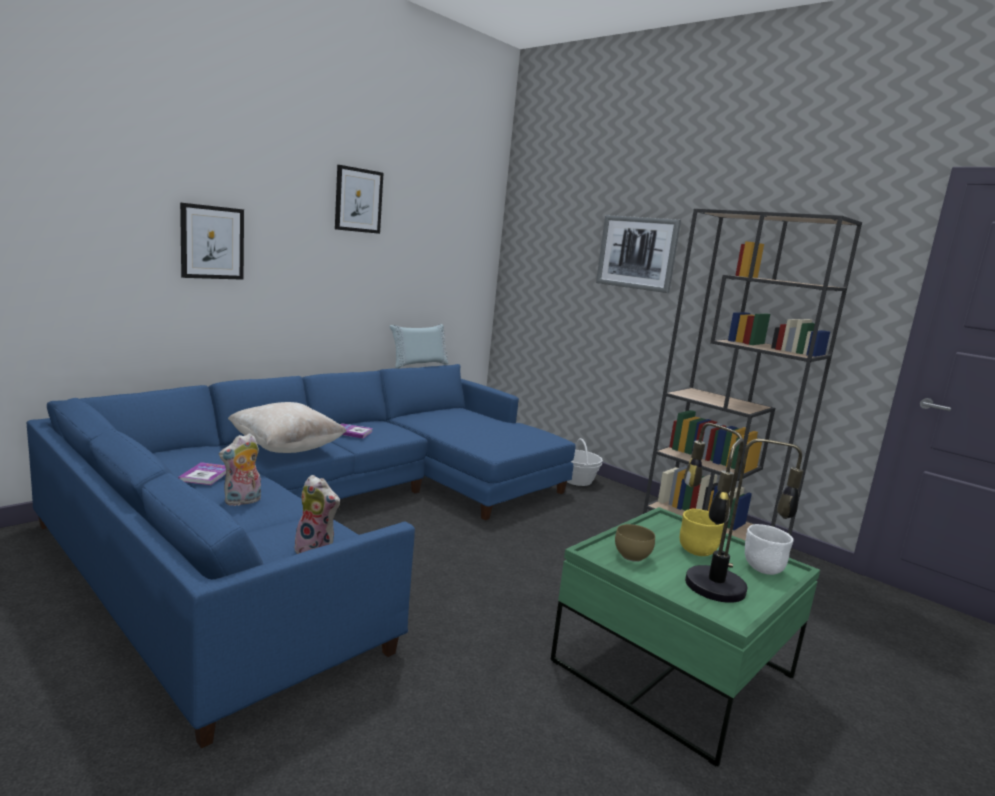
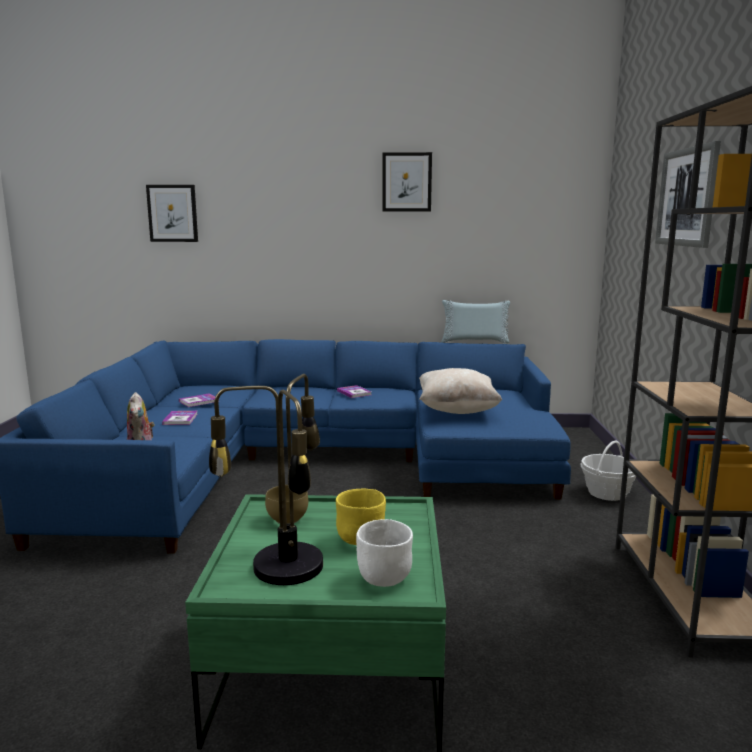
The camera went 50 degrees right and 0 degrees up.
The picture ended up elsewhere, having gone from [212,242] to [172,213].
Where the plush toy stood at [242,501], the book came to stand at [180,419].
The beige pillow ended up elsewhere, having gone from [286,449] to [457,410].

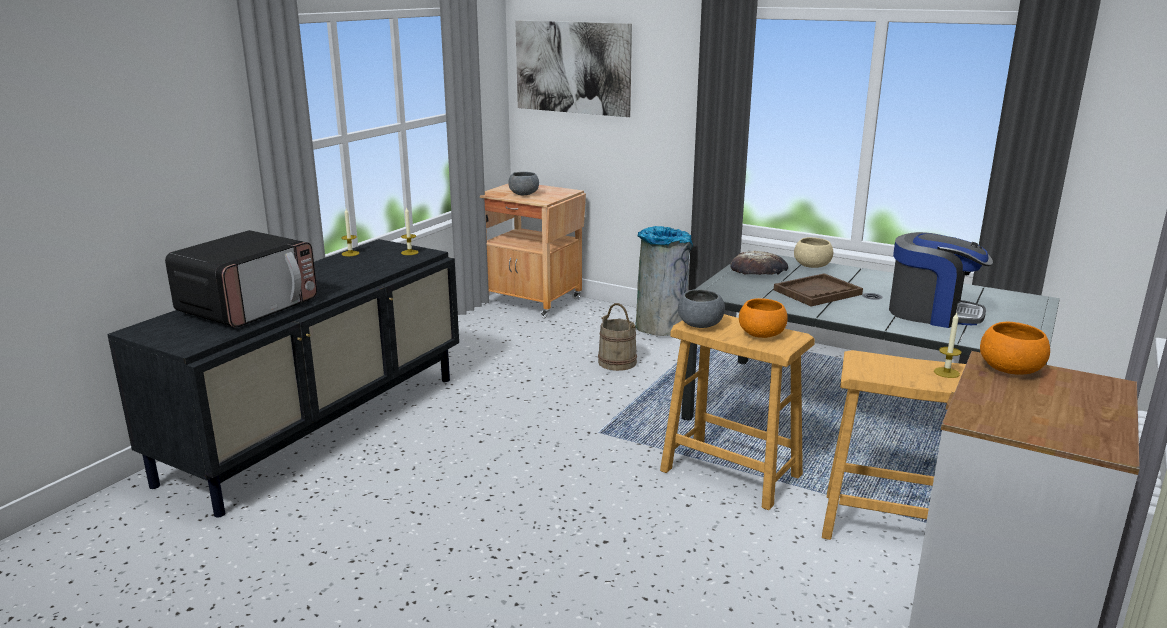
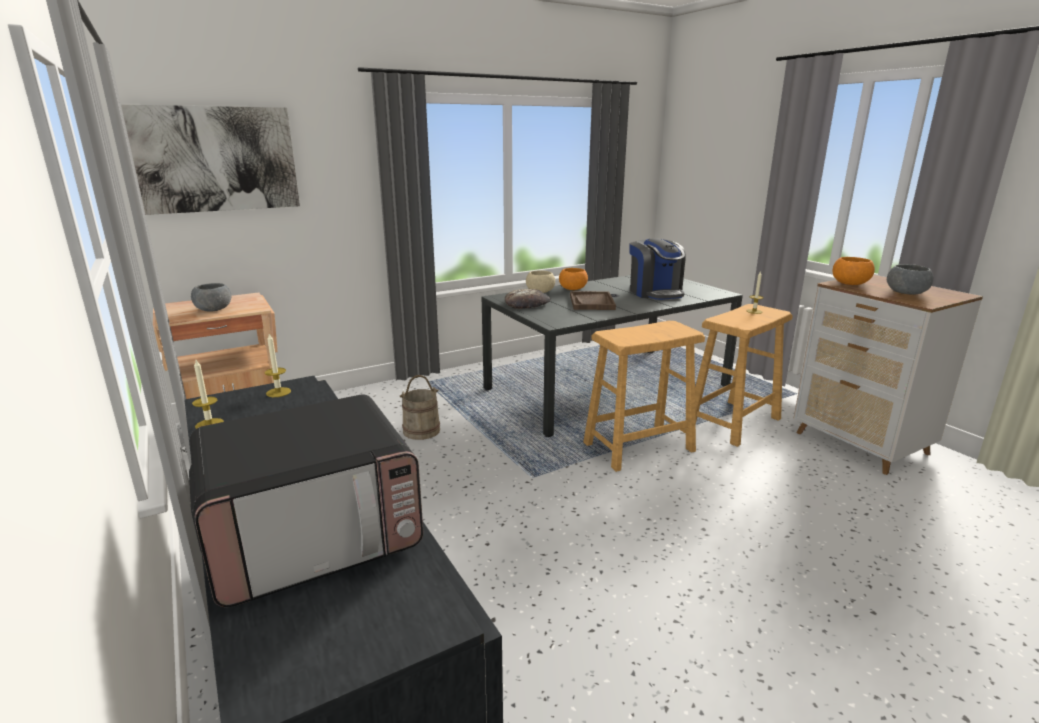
The camera went 60 degrees left and 0 degrees up.
The microwave at [249,307] ended up facing another way, 90 degrees clockwise from before.
The second view lost the grey trash can at [661,327].
The grey bowl ended up elsewhere, having gone from [700,325] to [906,293].
The orange bowl ended up elsewhere, having gone from [761,335] to [573,289].
The coffee machine at [932,313] ended up facing another way, 105 degrees clockwise from before.

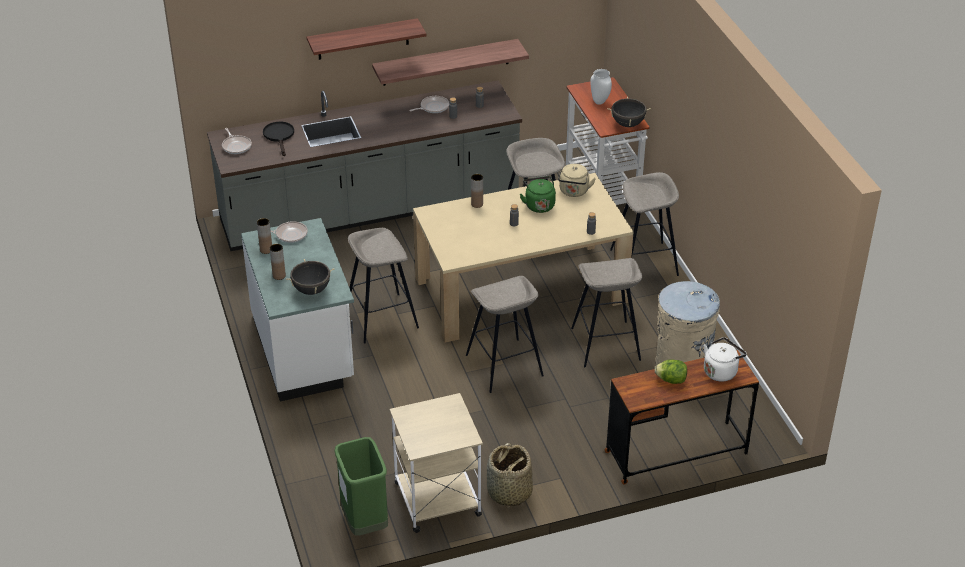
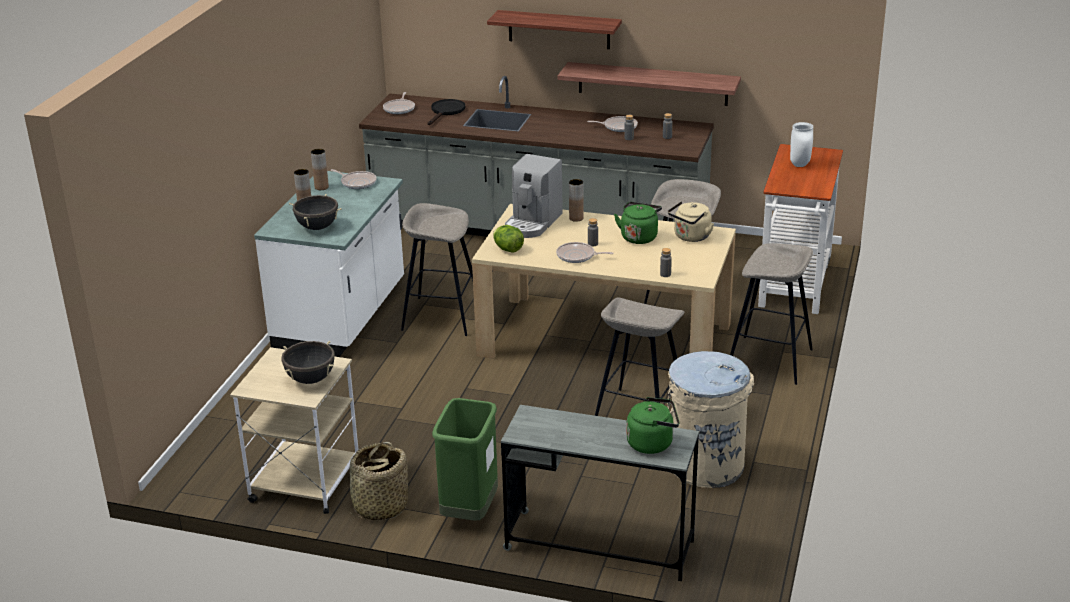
The camera went 35 degrees right and 10 degrees down.
The green trash can ended up elsewhere, having gone from [364,523] to [469,512].
The second view lost the grey stool at [504,365].
What was the brown desk at [676,453] turned into the grey desk at [599,545].
The black cooking pot ended up elsewhere, having gone from [628,124] to [311,379].
The lettuce ended up elsewhere, having gone from [671,380] to [508,249].
What was the white kettle at [721,371] turned into the green kettle at [653,443].
The second view gained the coffee machine at [533,223].
The second view gained the frying pan at [577,256].

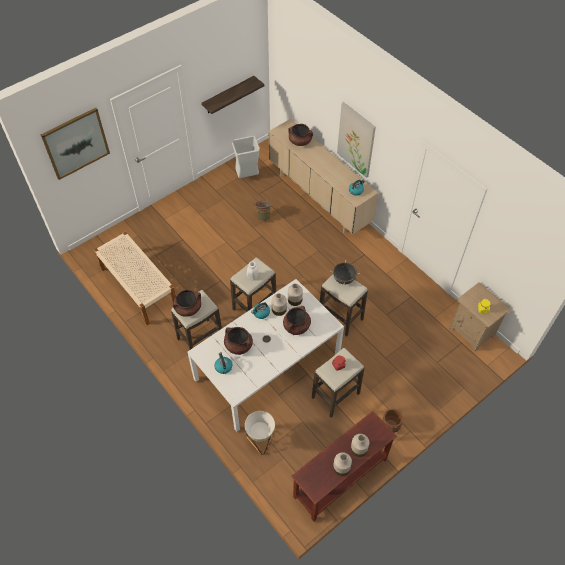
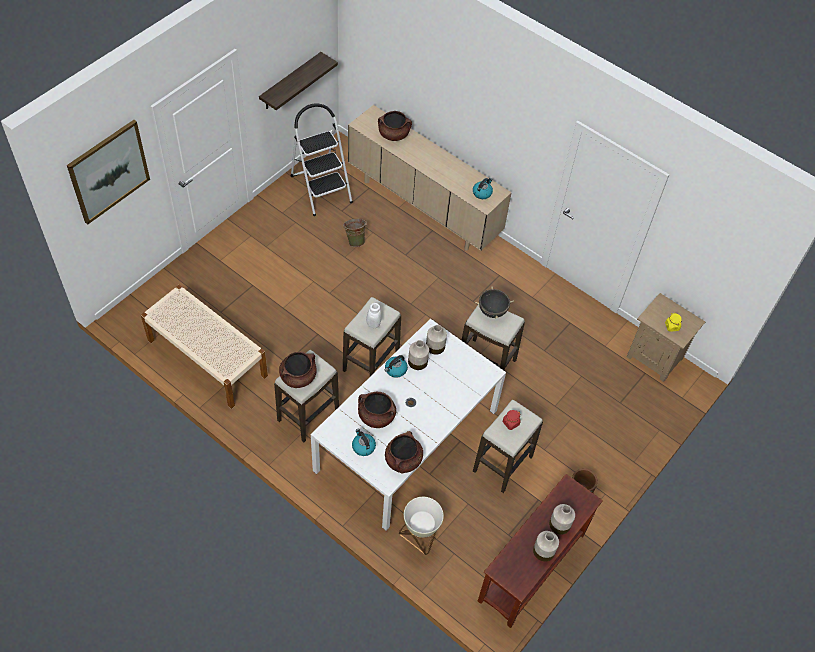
The camera went 15 degrees left and 0 degrees up.
Where the grey trash can stood at [247,176], the step ladder came to stand at [320,188].
The brown cooking pot ended up elsewhere, having gone from [296,326] to [403,460].
The second view lost the picture at [356,140].

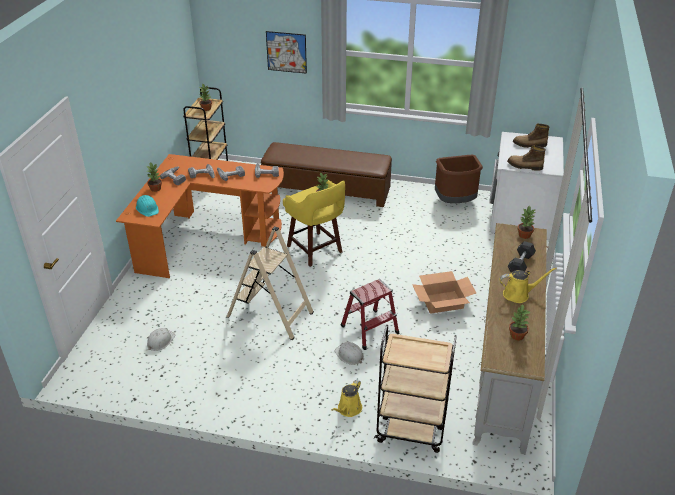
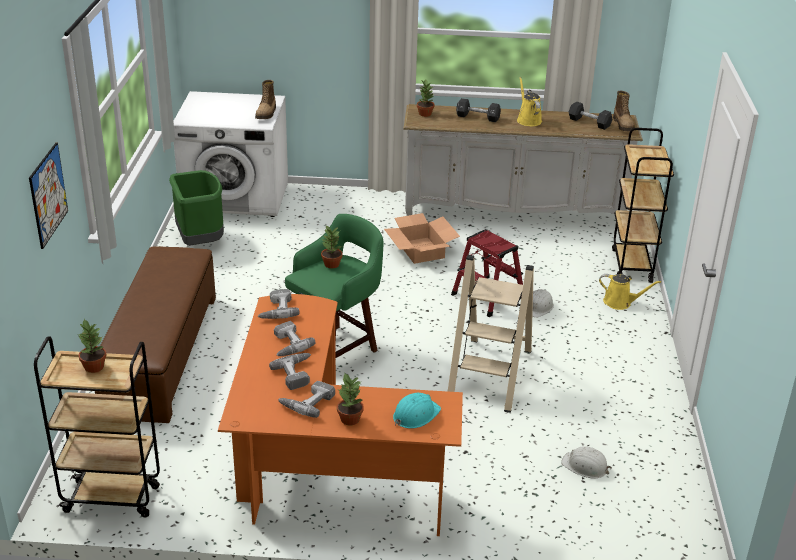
The camera went 100 degrees left and 5 degrees down.
What was the yellow stool at [315,251] turned into the green stool at [337,349].
What was the brown trash can at [455,202] turned into the green trash can at [200,242].
Where the potted plant stood at [517,336], the black dumbbell came to stand at [589,122].
The boot ended up elsewhere, having gone from [529,145] to [623,125].

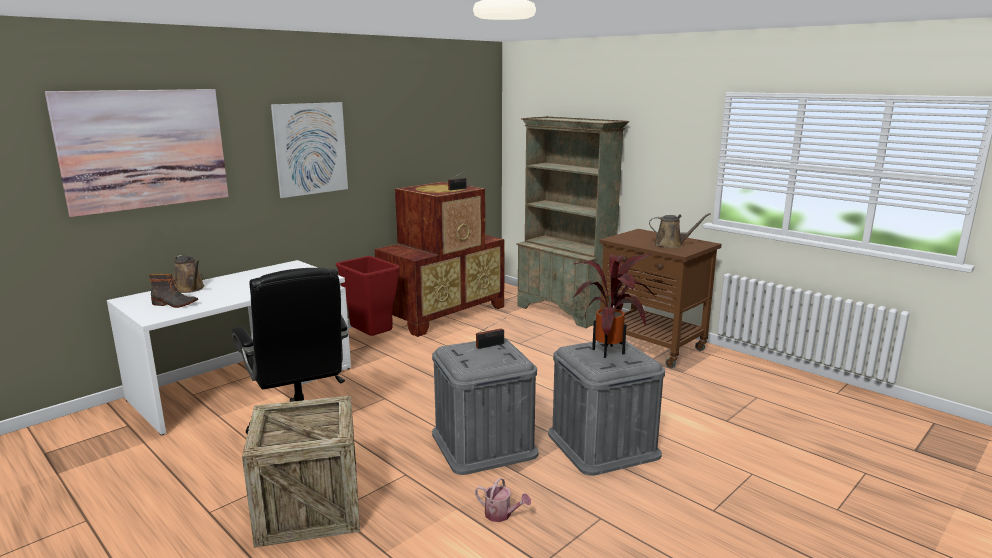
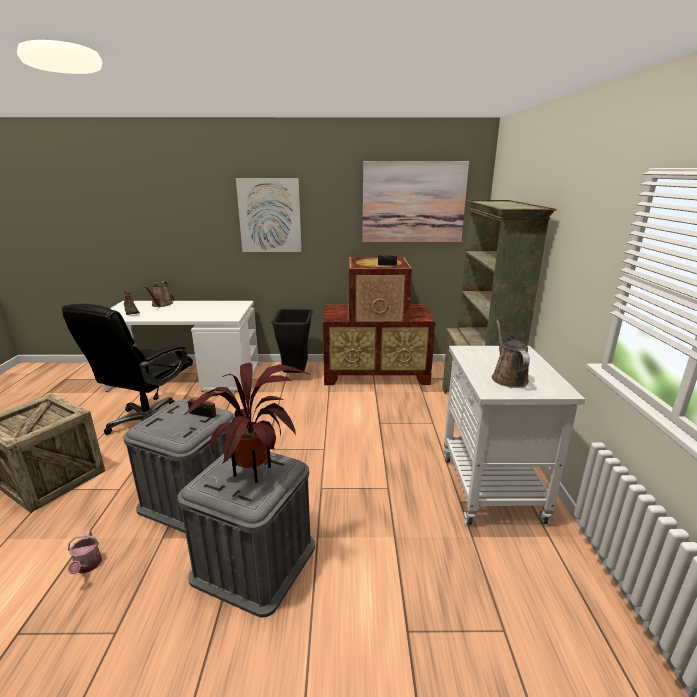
The camera went 45 degrees right and 5 degrees up.
The picture ended up elsewhere, having gone from [145,149] to [413,202].
What was the red trash can at [370,339] turned into the black trash can at [295,375].
What was the brown cart at [652,348] turned into the white cart at [490,490].
The brown watering can at [671,245] ended up facing another way, 150 degrees counterclockwise from before.

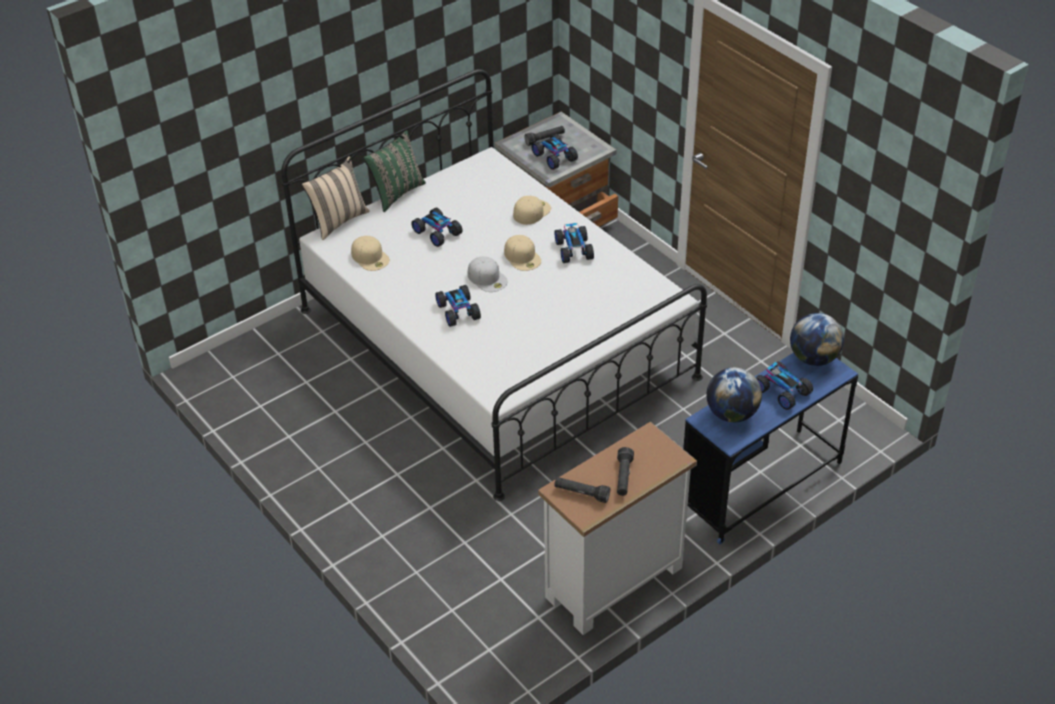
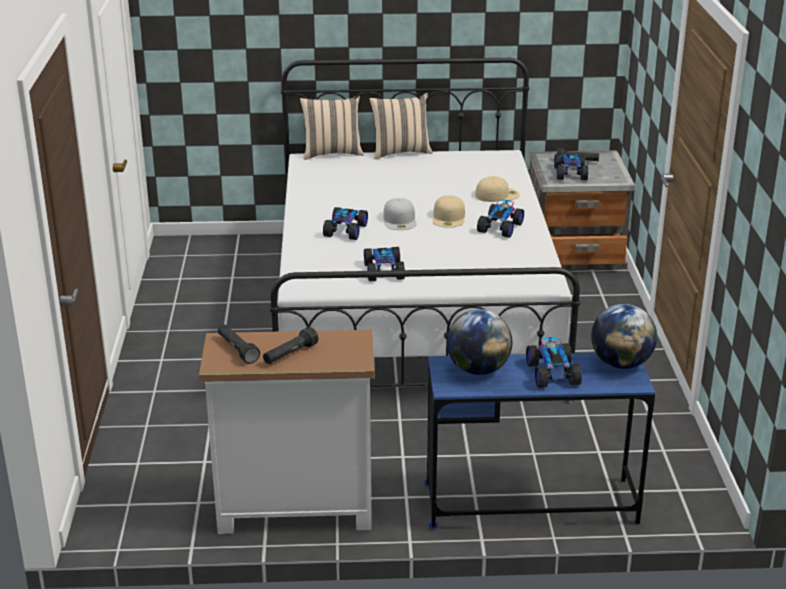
The camera went 35 degrees right and 15 degrees down.
The second view lost the beige cap at [370,257].
What was the green pillow at [396,193] turned into the beige pillow at [400,152].
The toy car ended up elsewhere, having gone from [437,232] to [384,271].

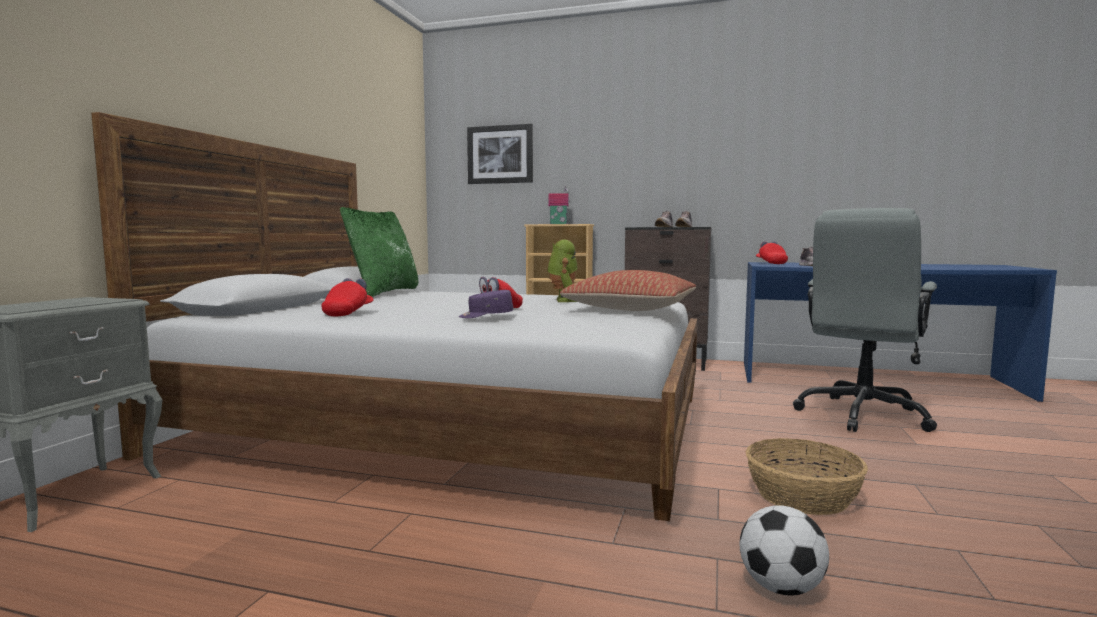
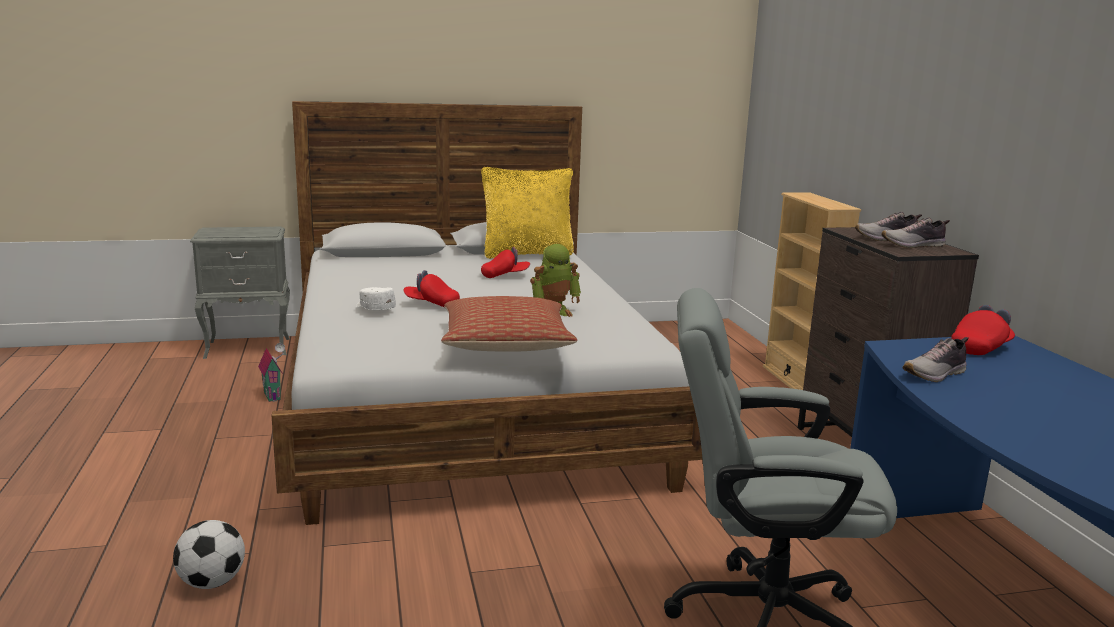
The camera went 60 degrees right and 10 degrees up.
The red cap ended up elsewhere, having gone from [348,313] to [505,276].
What was the green pillow at [384,293] turned into the yellow pillow at [528,255].
What was the purple cap at [486,316] turned into the white cap at [374,308].
The second view lost the picture at [500,154].
The toy house ended up elsewhere, having gone from [558,224] to [274,396].
The second view lost the basket at [801,495].

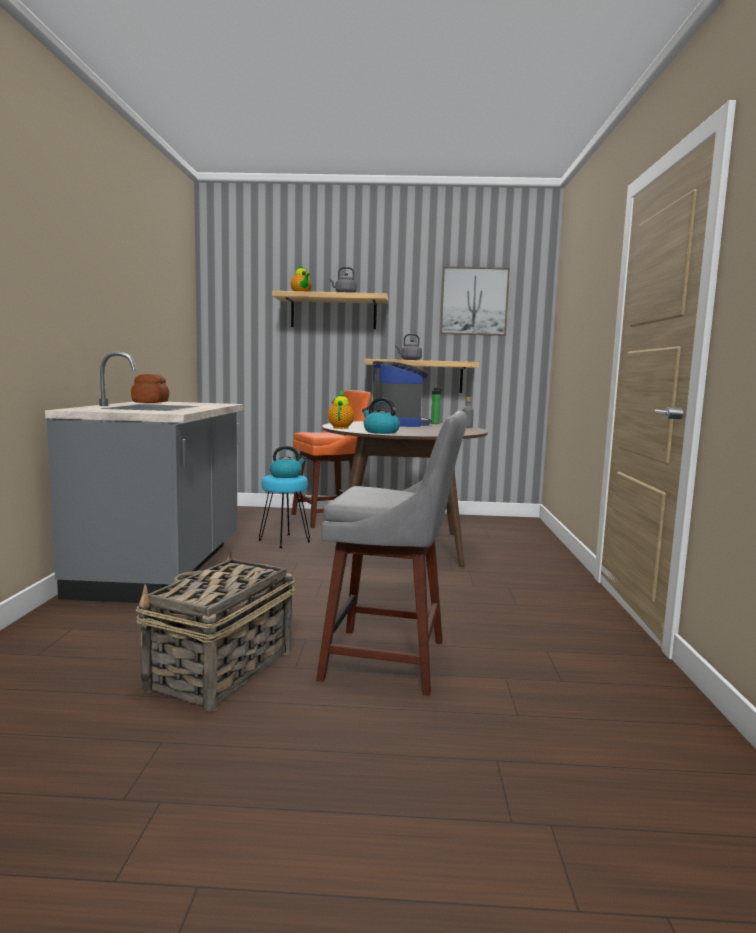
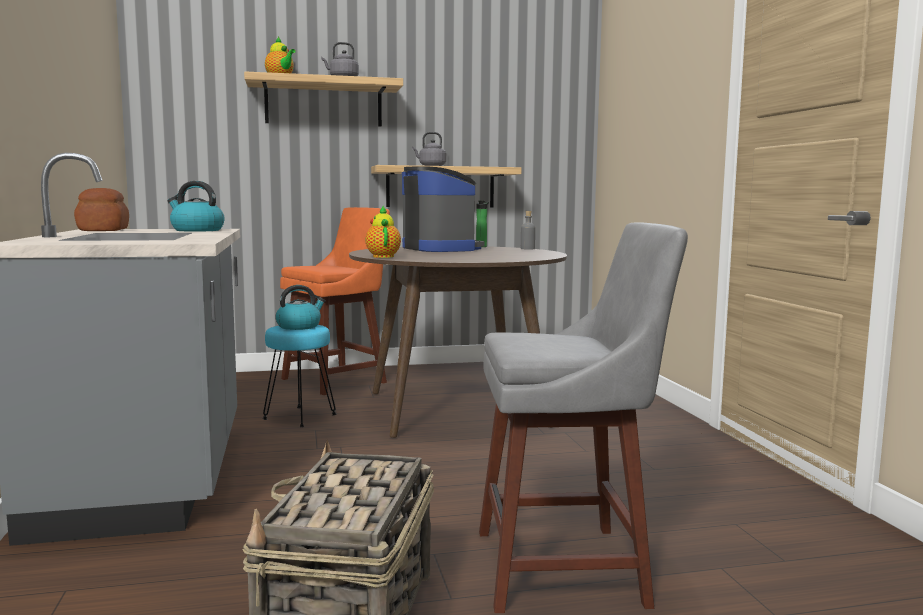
The camera went 15 degrees left and 0 degrees up.
The kettle ended up elsewhere, having gone from [380,432] to [196,230].
The second view lost the picture at [474,301].

